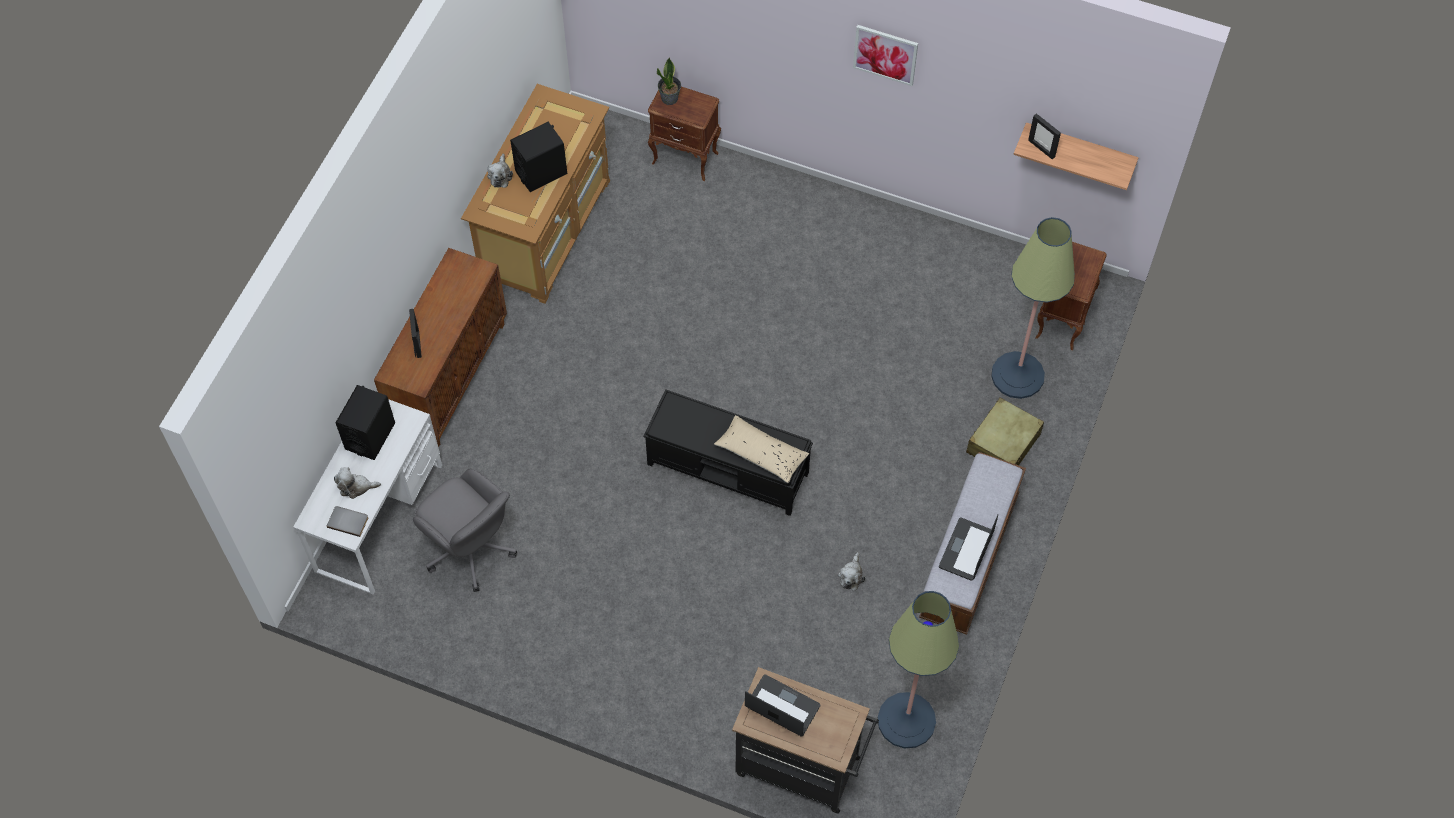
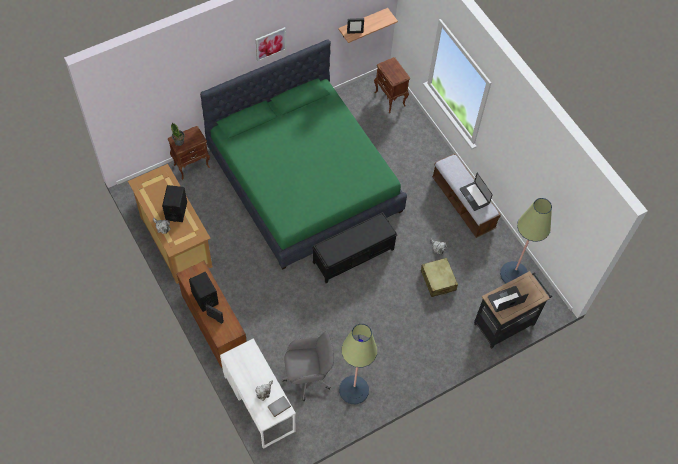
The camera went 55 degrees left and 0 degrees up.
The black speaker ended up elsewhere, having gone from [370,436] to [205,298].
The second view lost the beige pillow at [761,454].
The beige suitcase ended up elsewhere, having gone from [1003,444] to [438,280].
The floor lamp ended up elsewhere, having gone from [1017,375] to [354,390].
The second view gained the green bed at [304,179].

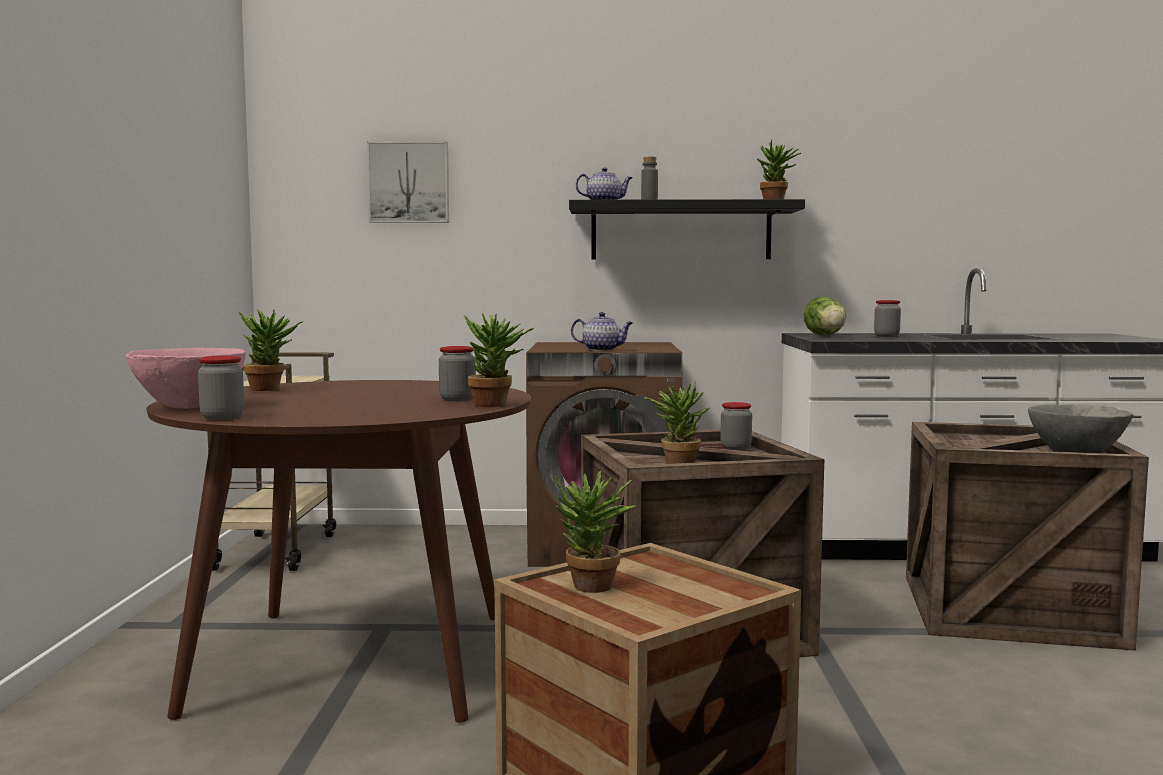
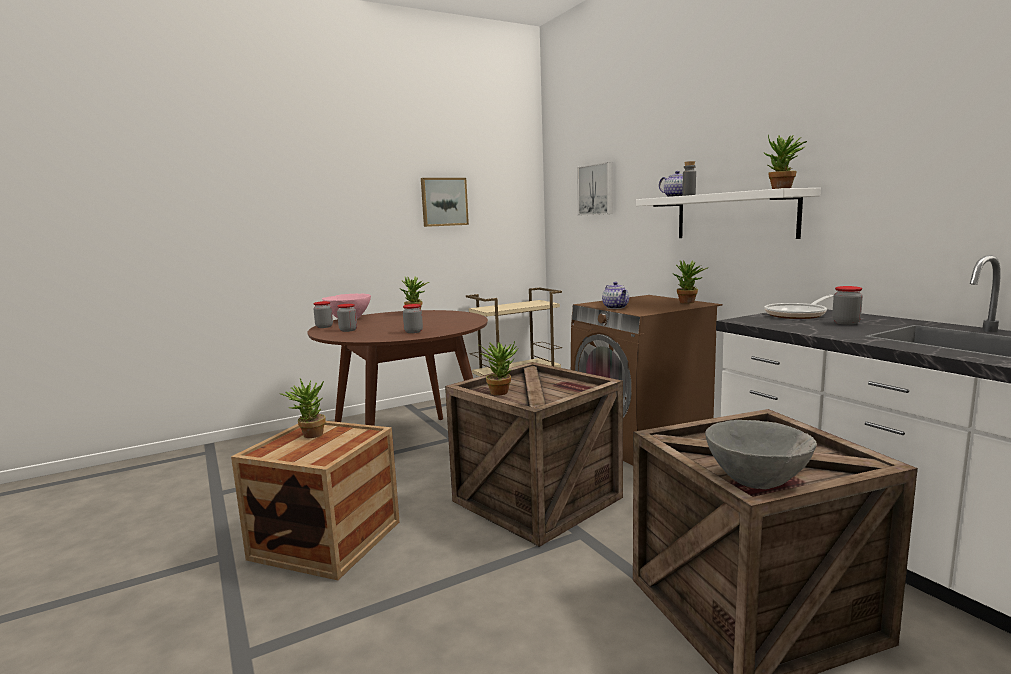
The camera went 60 degrees right and 5 degrees up.
The potted plant ended up elsewhere, having gone from [497,405] to [689,302].
What was the black shelf at [681,232] turned into the white shelf at [734,216].
The jar ended up elsewhere, having gone from [735,447] to [348,330].
Where the lettuce stood at [826,335], the frying pan came to stand at [798,315].
The second view gained the picture at [444,202].

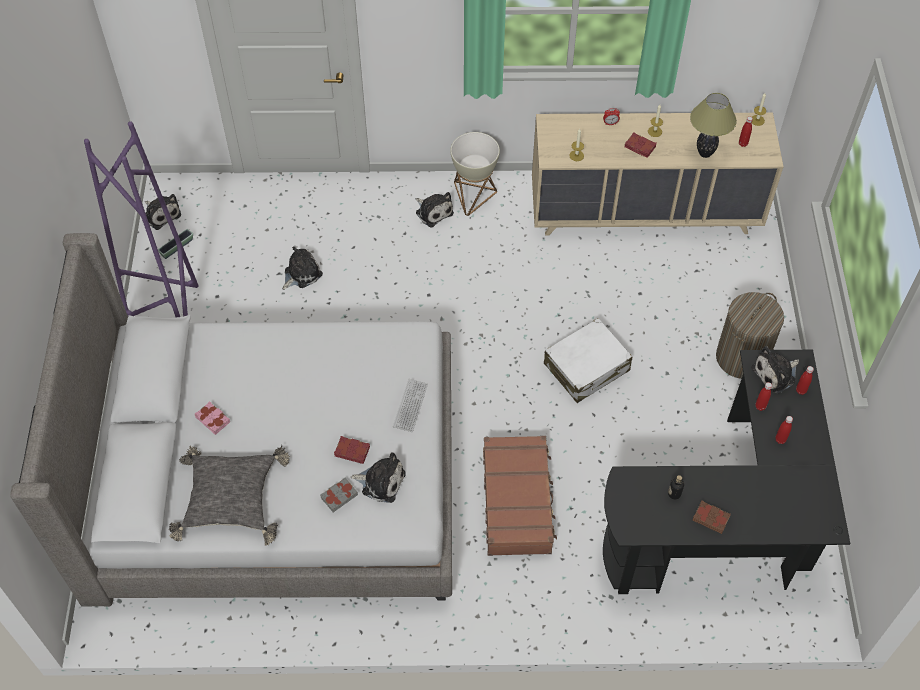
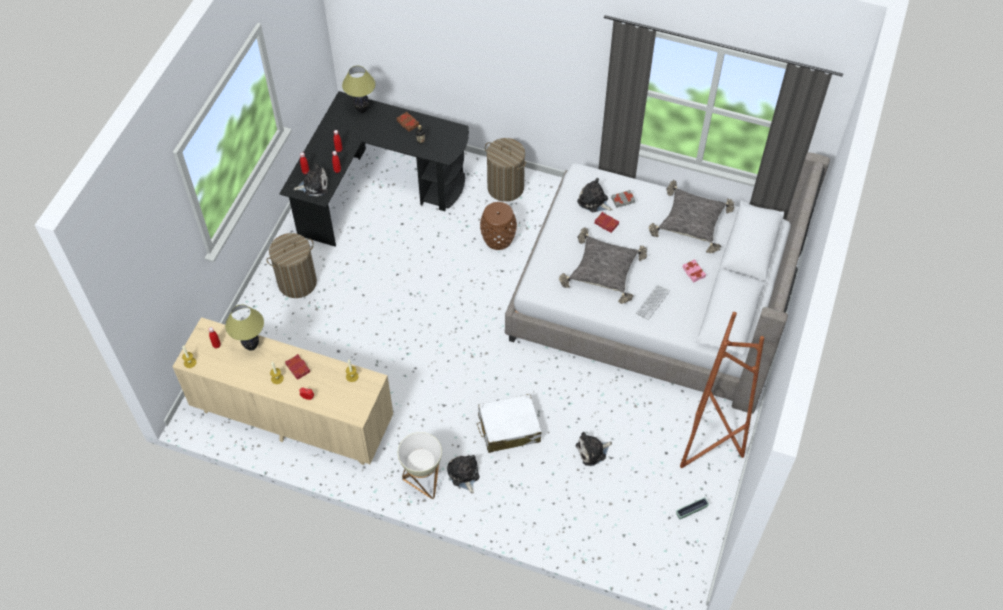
The camera went 160 degrees left and 0 degrees up.
What was the purple clothes rack at [170,316] turned into the brown clothes rack at [707,446].
The second view lost the plush toy at [161,214].
The keyboard ended up elsewhere, having gone from [410,406] to [652,302].
Where the brown suitcase stood at [517,501], the brown stool came to stand at [498,239].
The white suitcase ended up elsewhere, having gone from [587,368] to [508,428].
The second view gained the table lamp at [362,110].
The second view gained the laundry basket at [505,187].
The second view gained the pillow at [603,270].

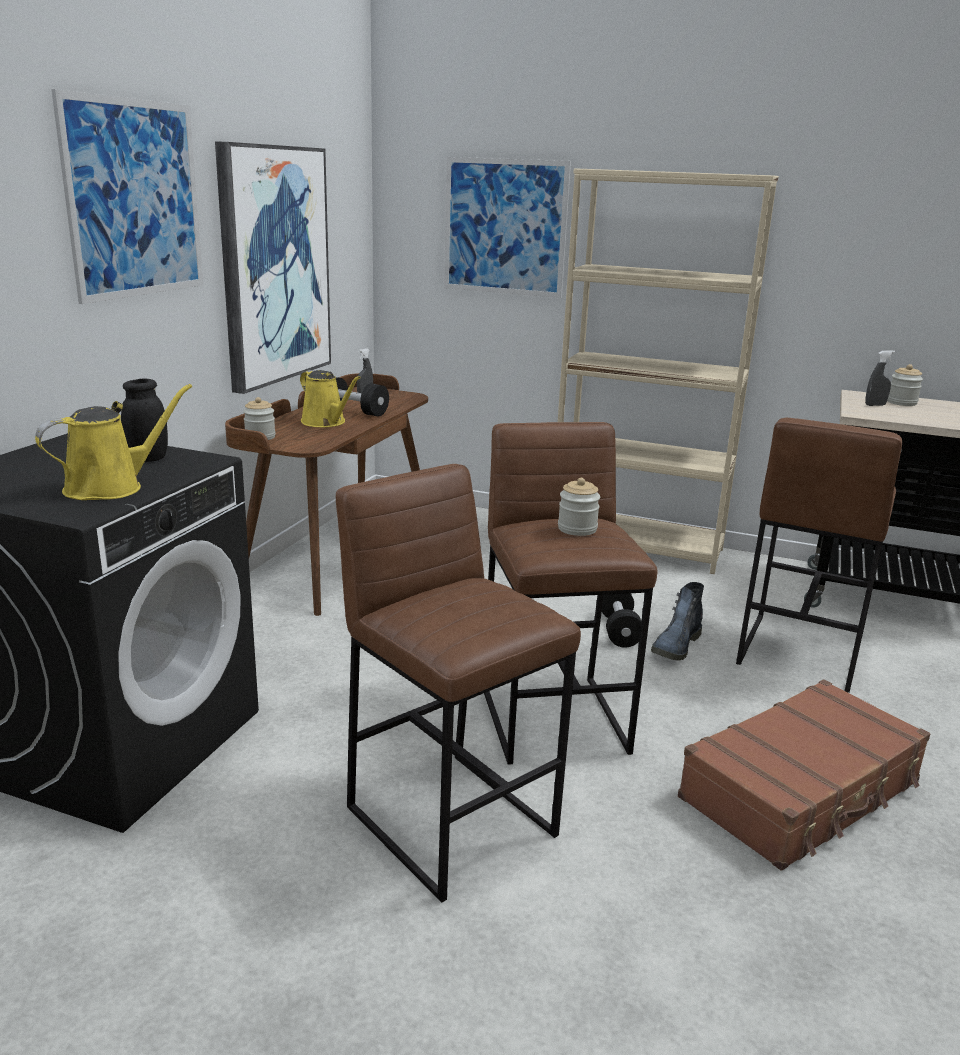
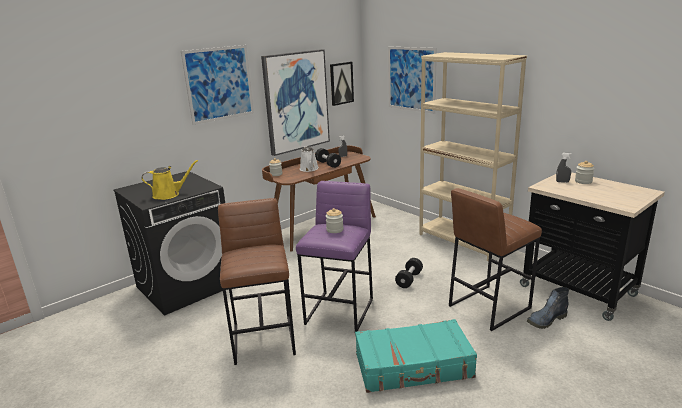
The camera went 30 degrees right and 0 degrees up.
The second view lost the black jar at [148,459].
What was the yellow watering can at [326,422] turned into the white watering can at [309,169].
What was the brown stool at [552,717] turned into the purple stool at [340,310].
The boot ended up elsewhere, having gone from [676,646] to [546,320].
What was the brown suitcase at [802,791] turned into the turquoise suitcase at [414,366].
The second view gained the picture at [341,83].

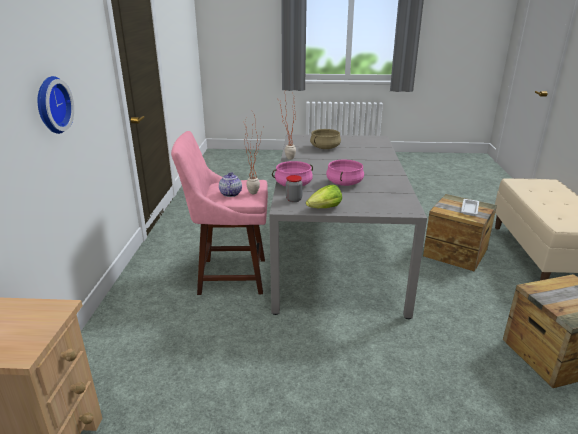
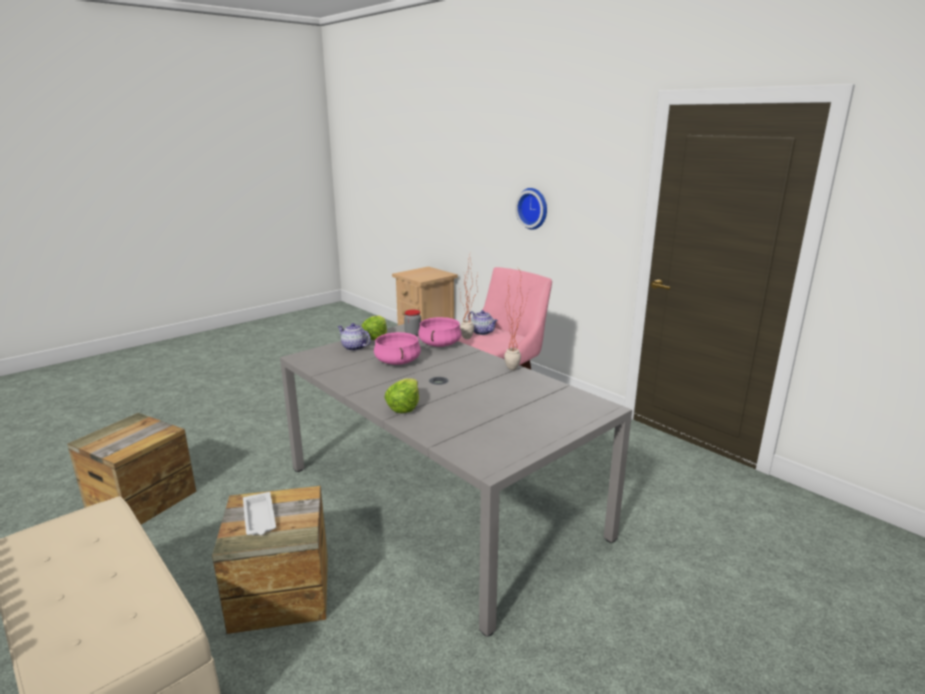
The camera went 135 degrees right and 5 degrees down.
The second view lost the beige cooking pot at [325,147].
The second view gained the teapot at [354,347].
The second view gained the lettuce at [404,406].

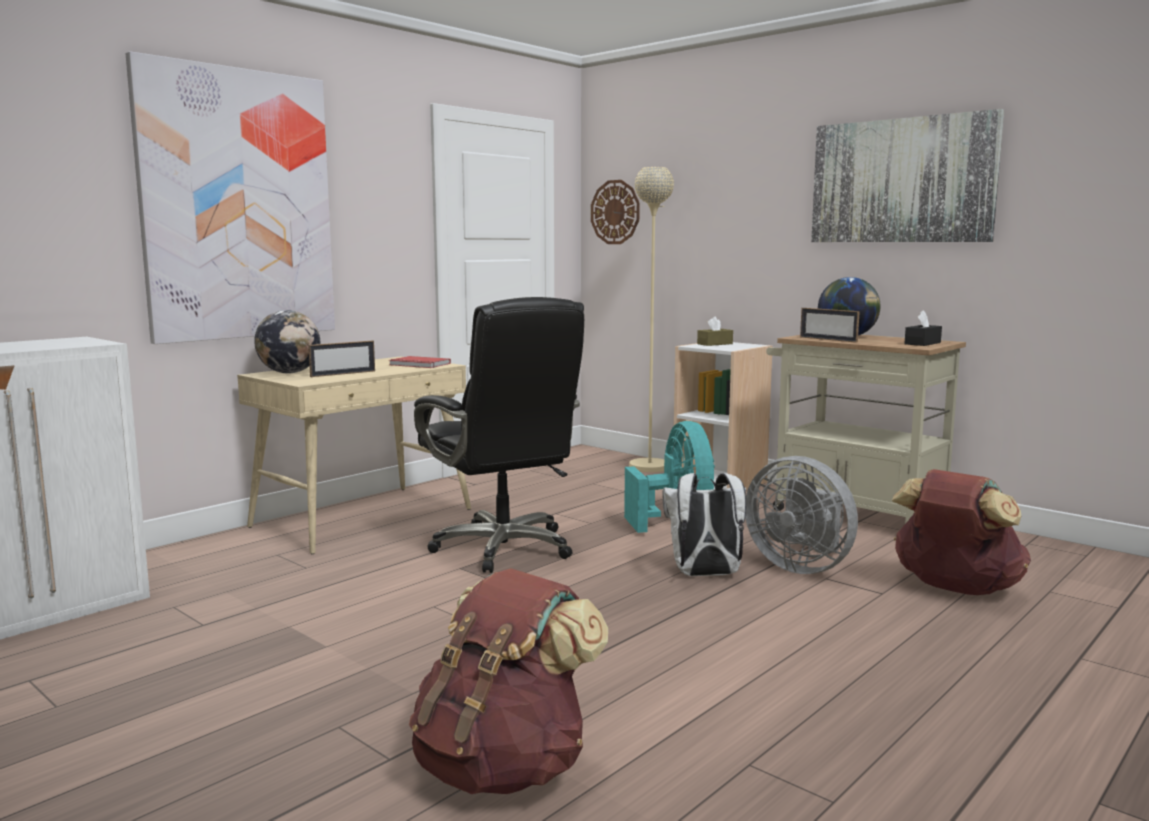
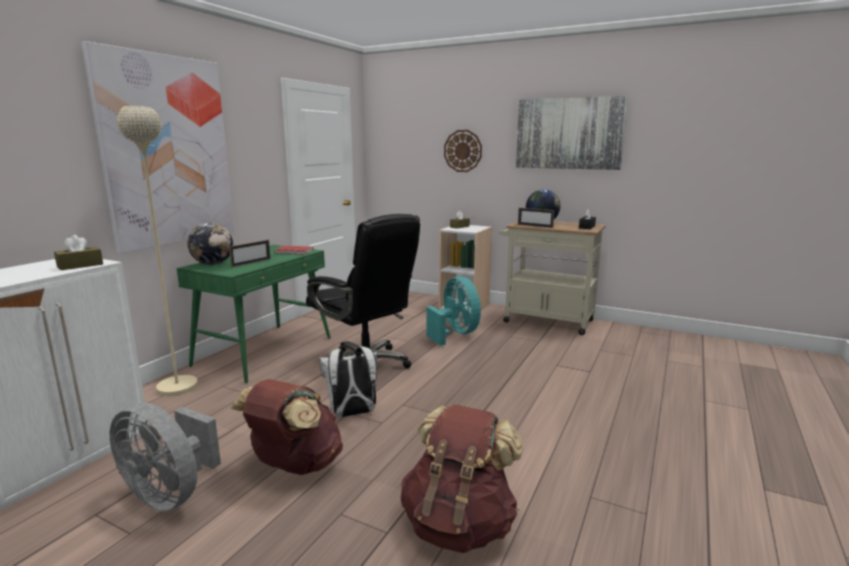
The camera went 15 degrees left and 5 degrees up.
What was the beige desk at [363,517] turned into the green desk at [264,351].
The wall clock ended up elsewhere, having gone from [615,212] to [463,151].
The beige floor lamp ended up elsewhere, having gone from [650,467] to [178,387].
The white backpack ended up elsewhere, having gone from [705,575] to [352,414].
The grey fan ended up elsewhere, having gone from [800,566] to [170,494].
The brown backpack ended up elsewhere, having gone from [954,589] to [294,466].
The second view gained the brown tissue box at [80,265].

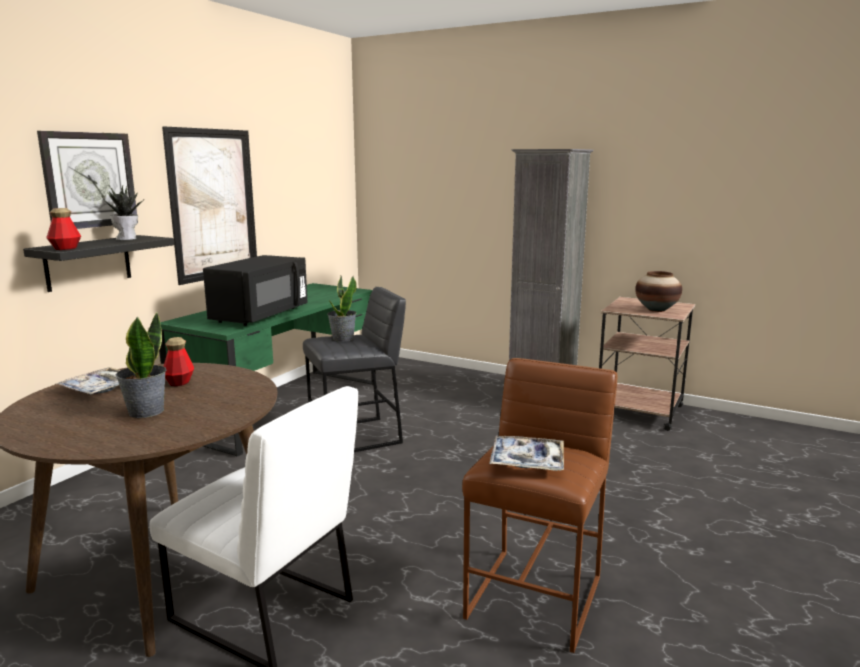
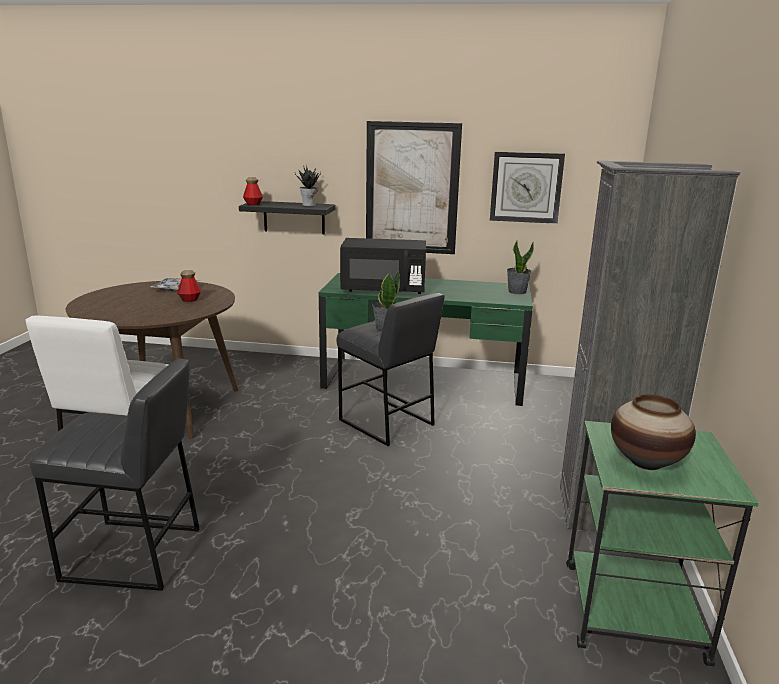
The camera went 70 degrees right and 5 degrees up.
The wall clock ended up elsewhere, having gone from [89,180] to [526,187].
The potted plant ended up elsewhere, having gone from [145,411] to [517,291].
What was the brown stool at [535,596] turned into the grey stool at [134,554].
The second view lost the tray at [527,461].
What was the brown cart at [641,412] turned into the green cart at [632,613].

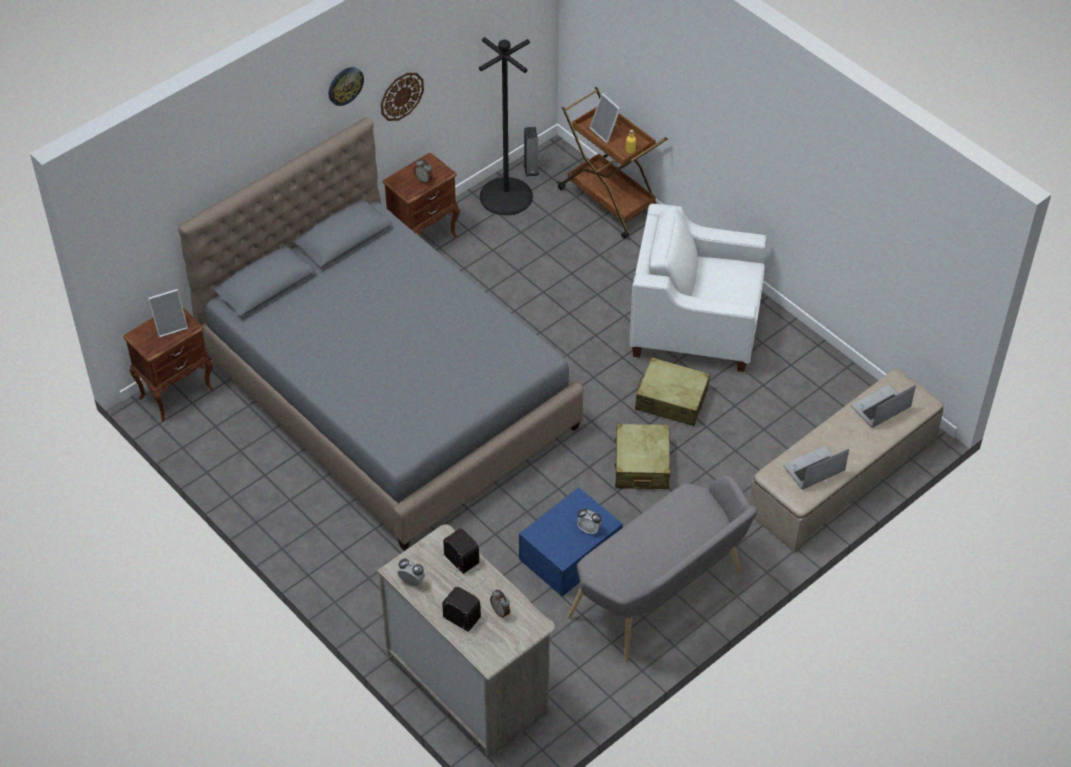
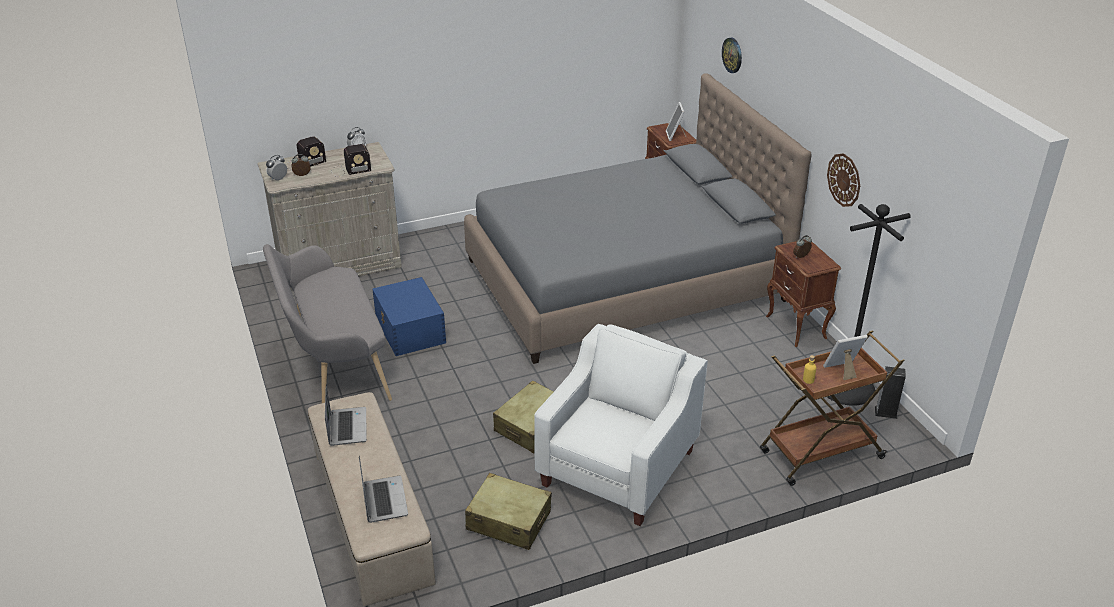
The camera went 110 degrees right and 15 degrees down.
The wall clock ended up elsewhere, having gone from [345,85] to [732,55].
The alarm clock ended up elsewhere, having gone from [589,529] to [278,179].
The beige suitcase ended up elsewhere, having gone from [641,465] to [508,521].

